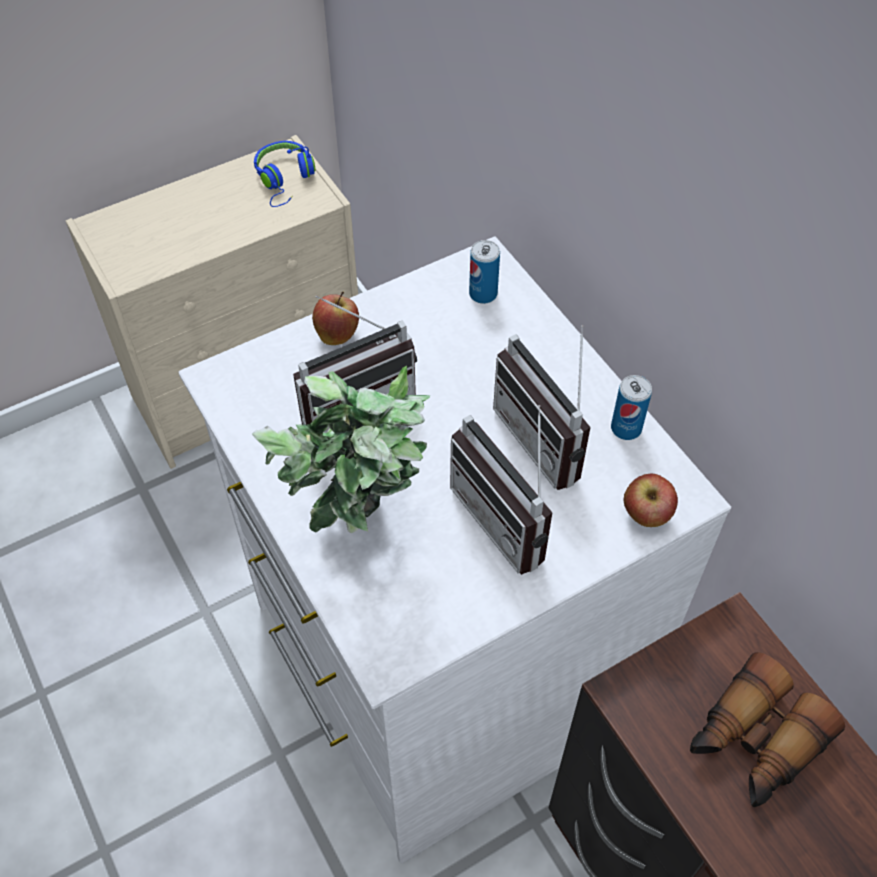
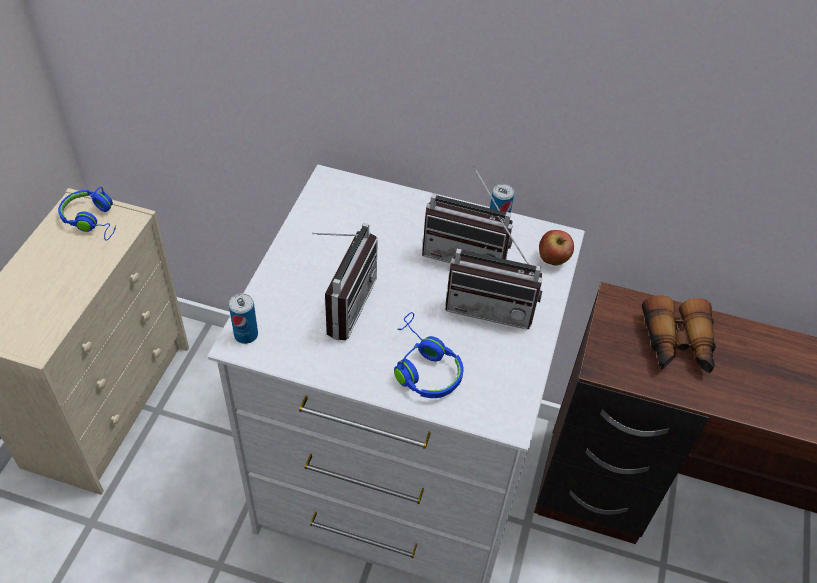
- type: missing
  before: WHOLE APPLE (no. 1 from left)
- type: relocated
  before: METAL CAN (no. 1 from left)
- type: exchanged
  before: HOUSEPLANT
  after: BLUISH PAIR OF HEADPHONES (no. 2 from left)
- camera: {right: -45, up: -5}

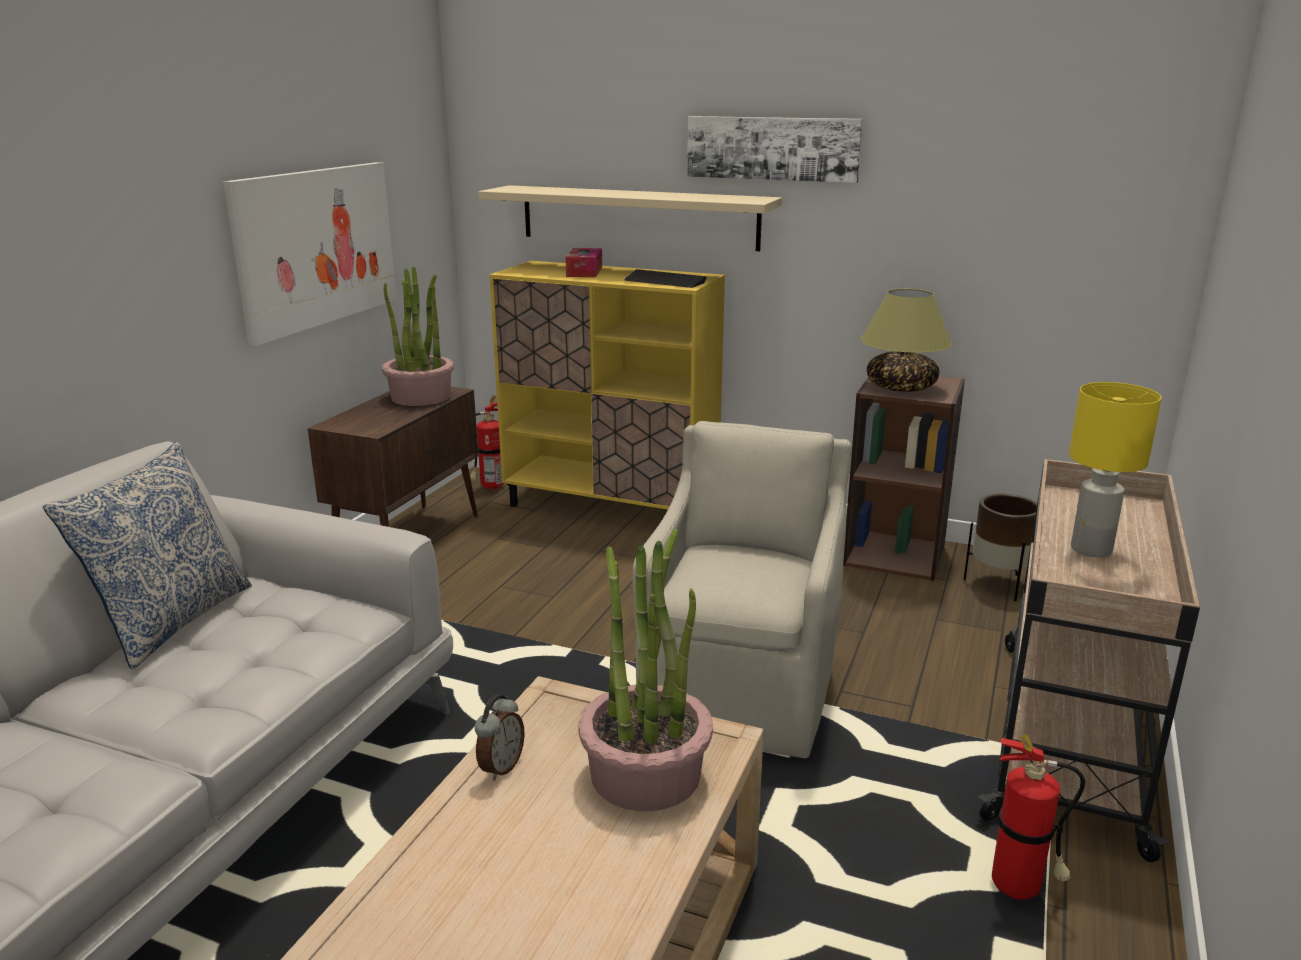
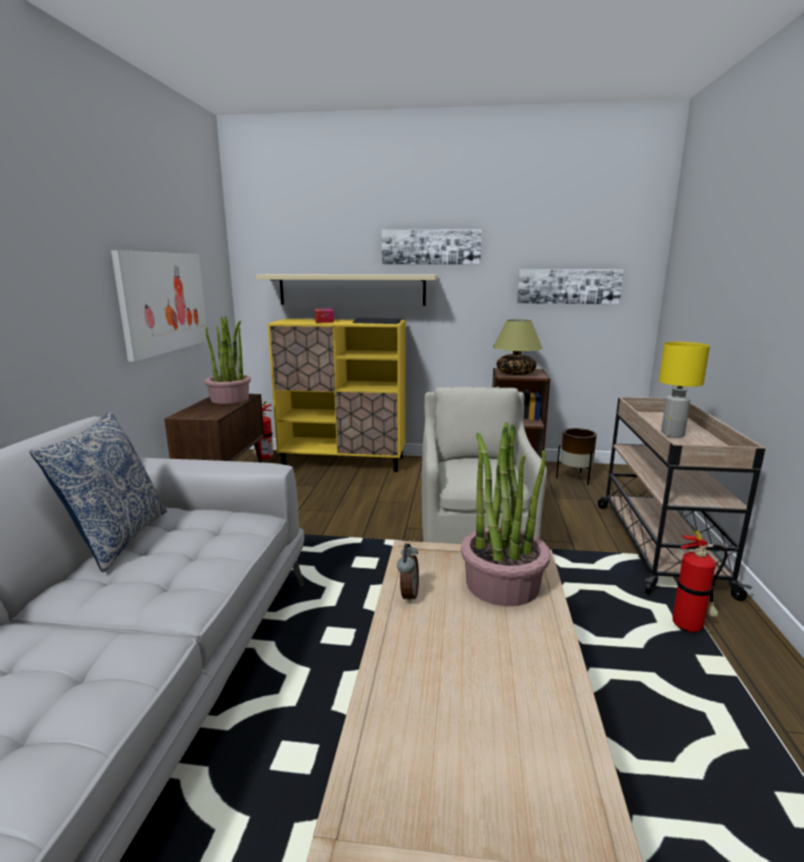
- type: appeared
  after: PICTURE (no. 3 from left)
- camera: {right: -15, up: -5}

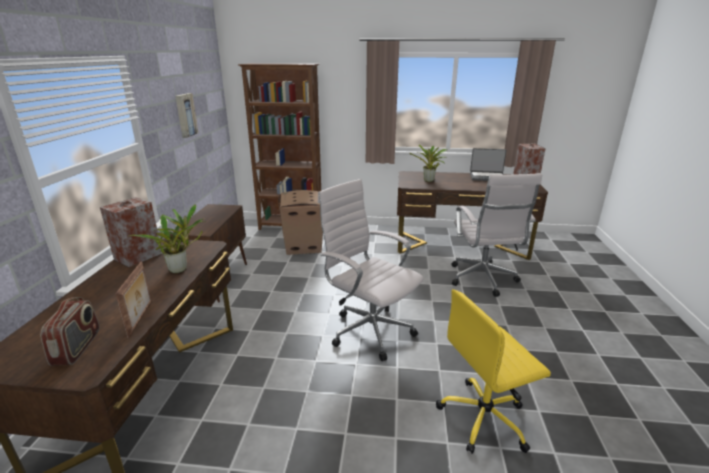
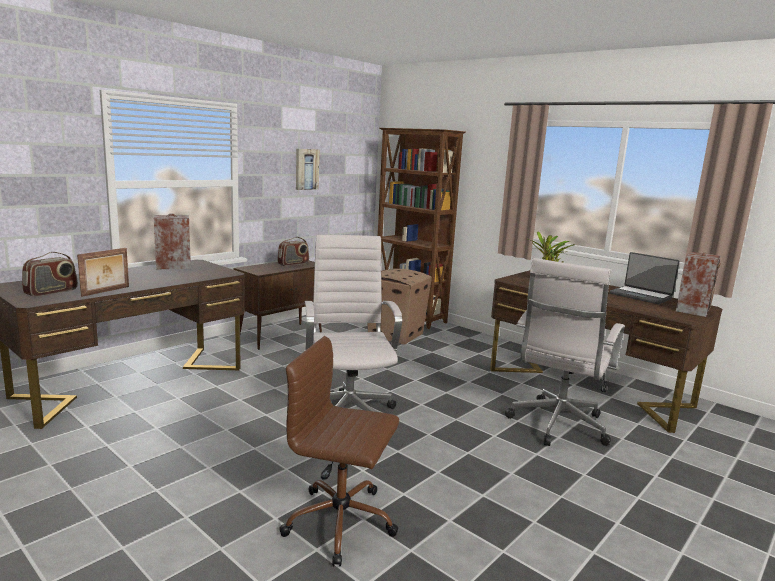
- type: missing
  before: HOUSEPLANT (no. 1 from left)
- type: appeared
  after: RADIO SET (no. 2 from left)
- type: colour
  before: YELLOW-COLOURED DESK CHAIR
  after: BROWN DESK CHAIR
- camera: {right: 35, up: -10}

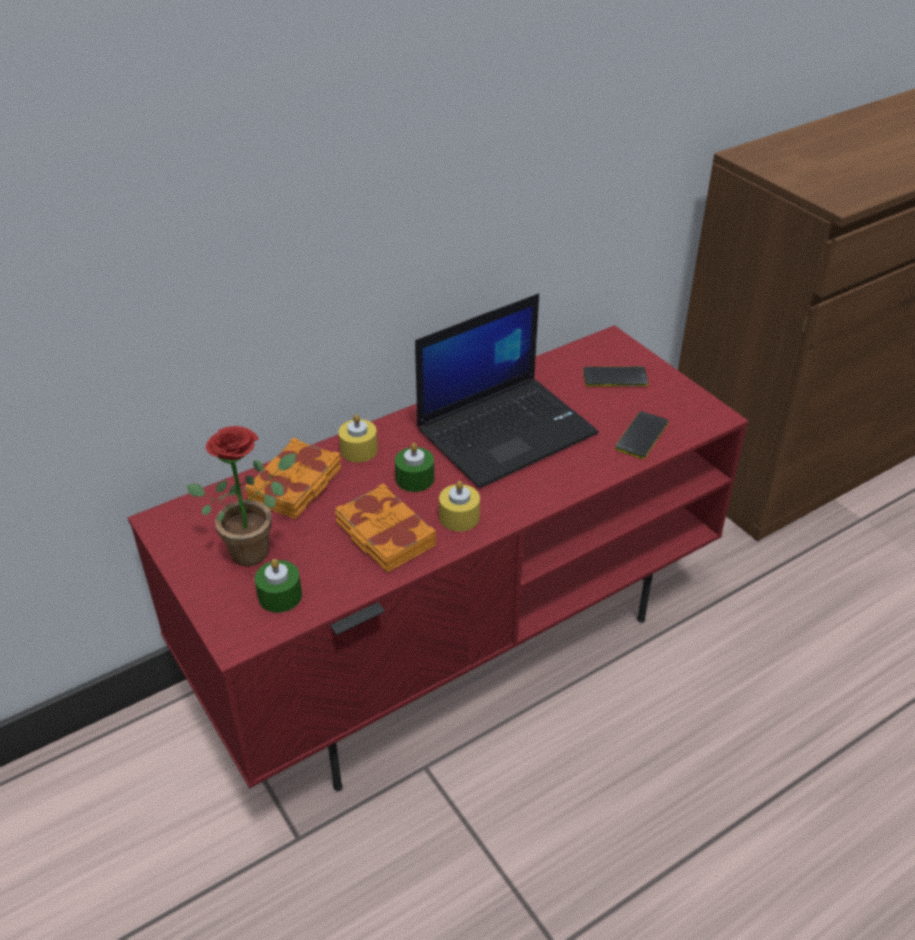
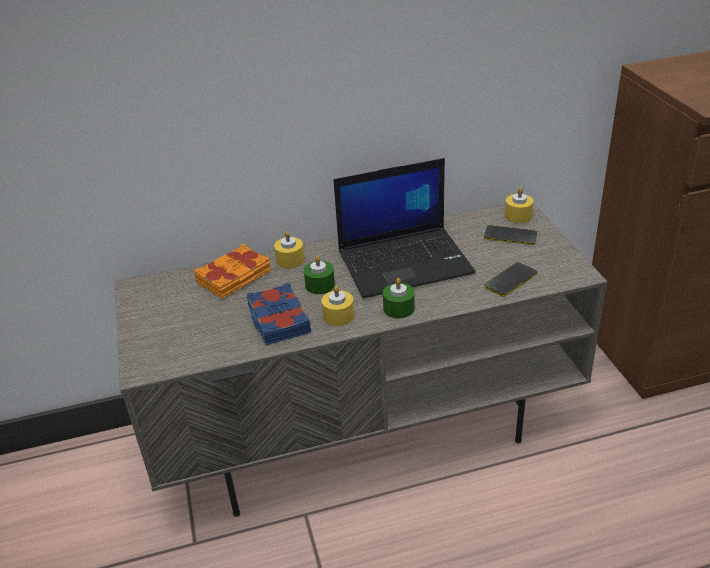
- type: missing
  before: HOUSEPLANT
- type: appeared
  after: YELLOW-COLOURED WAX LIGHT (no. 3 from left)
- type: relocated
  before: GREEN WAX LIGHT (no. 1 from left in the first image)
  after: GREEN WAX LIGHT (no. 2 from left)
- type: colour
  before: REDDISH TV STAND
  after: GREYISH TV STAND
- type: colour
  before: ORANGE VOLUME (no. 2 from left)
  after: BLUISH VOLUME
- camera: {right: 20, up: -5}

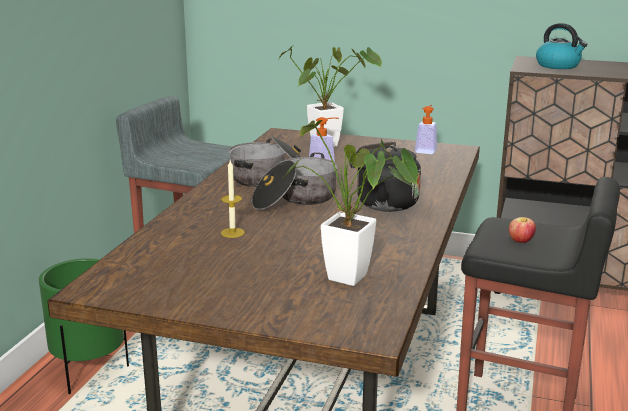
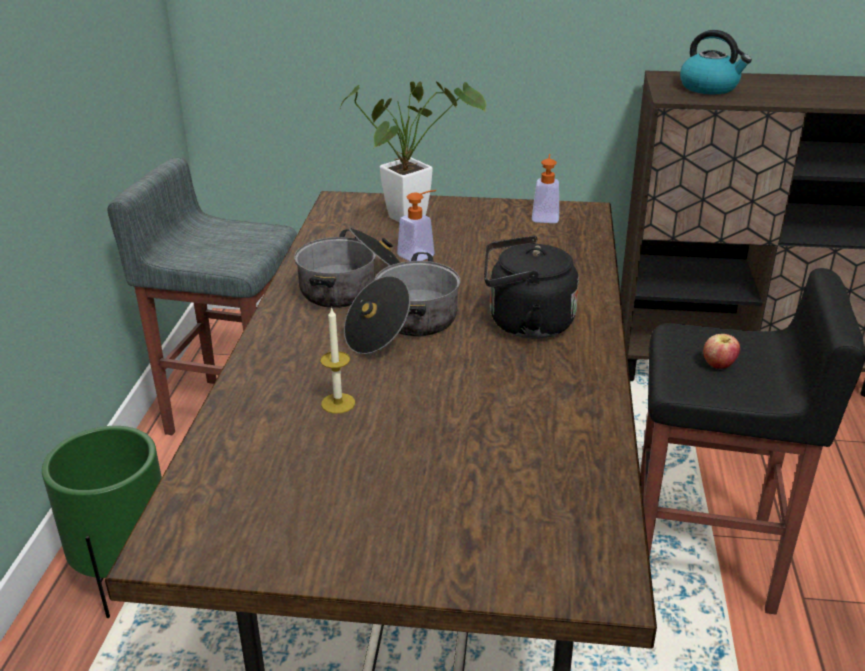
- type: missing
  before: HOUSEPLANT (no. 2 from left)
- camera: {right: -10, up: 10}

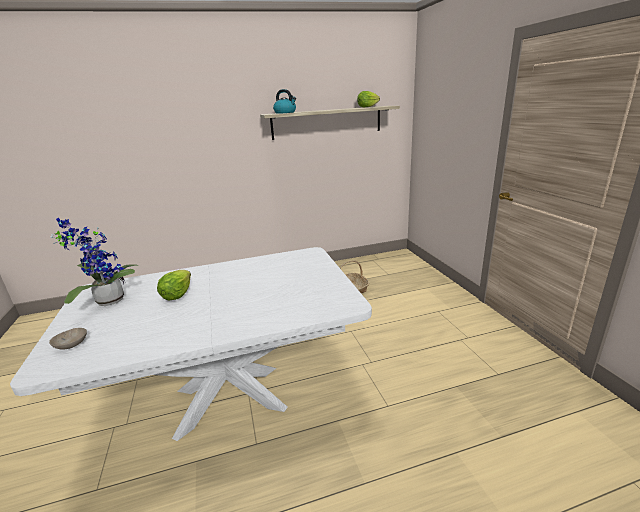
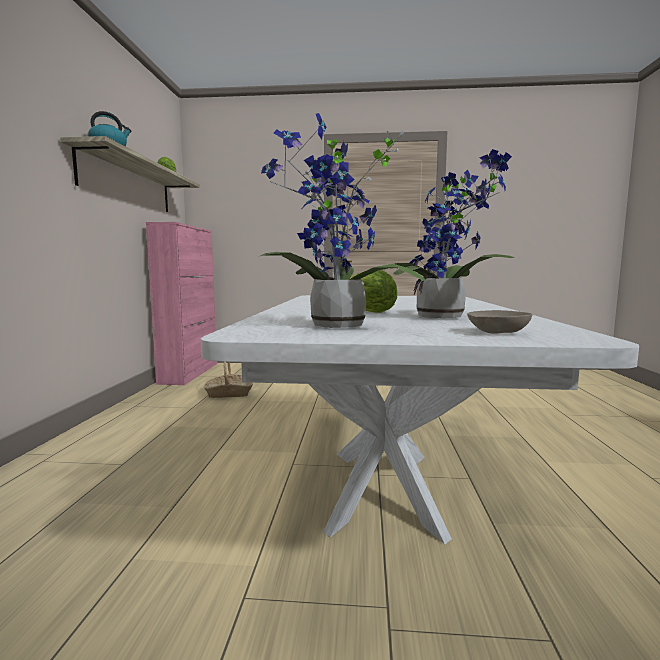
- type: appeared
  after: PINK CUPBOARD
- type: appeared
  after: HOUSEPLANT (no. 2 from left)
- camera: {right: -70, up: -15}

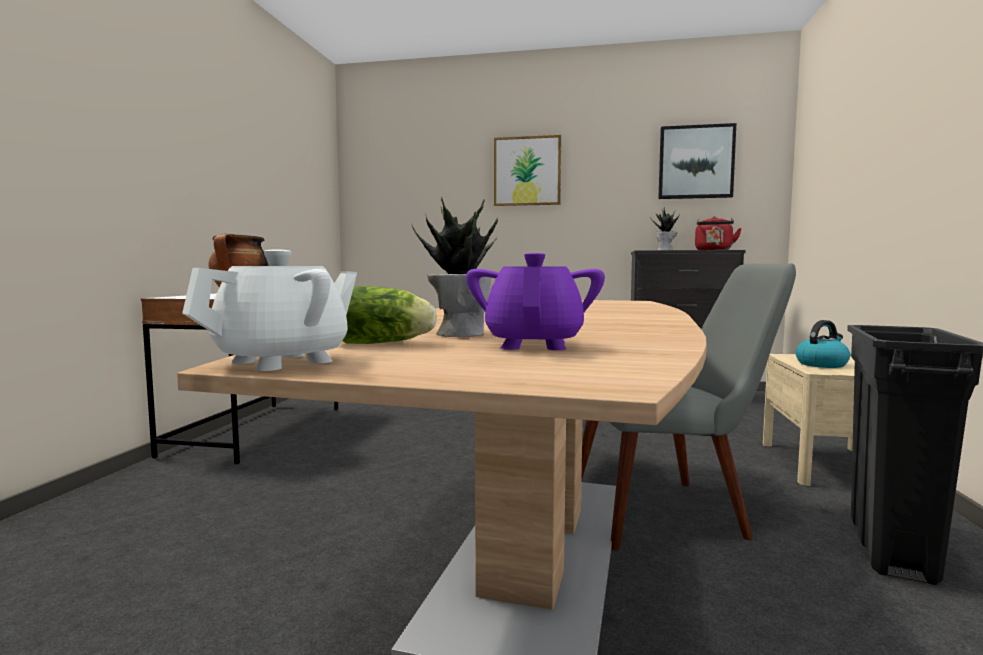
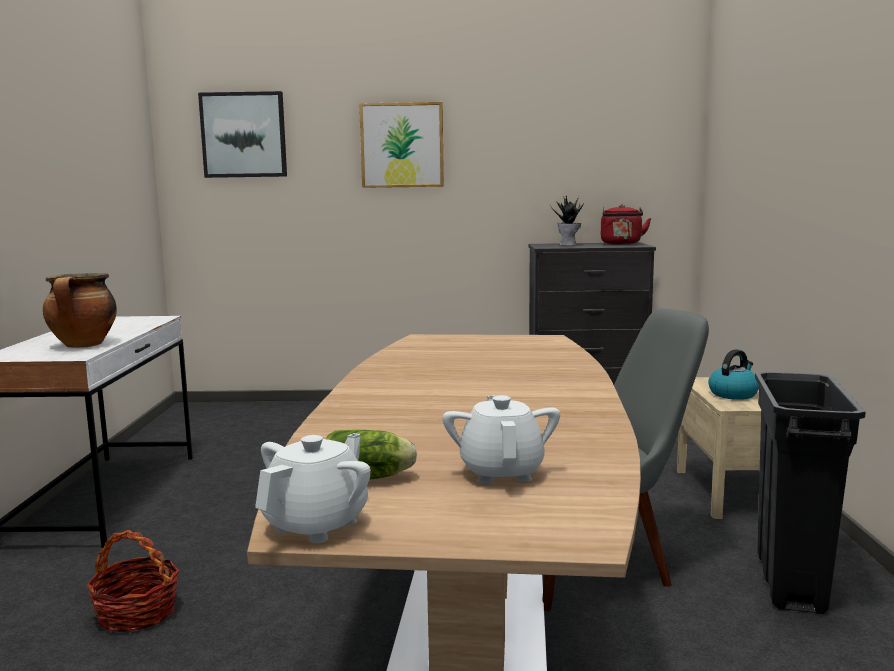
- type: missing
  before: HOUSEPLANT (no. 1 from left)
- type: appeared
  after: STORAGE BASKET
- type: relocated
  before: PICTURE (no. 2 from left in the first image)
  after: PICTURE (no. 1 from left)
- type: colour
  before: PURPLISH POT FOR TEA
  after: WHITE-COLOURED POT FOR TEA (no. 2 from left)
- camera: {right: -10, up: 5}

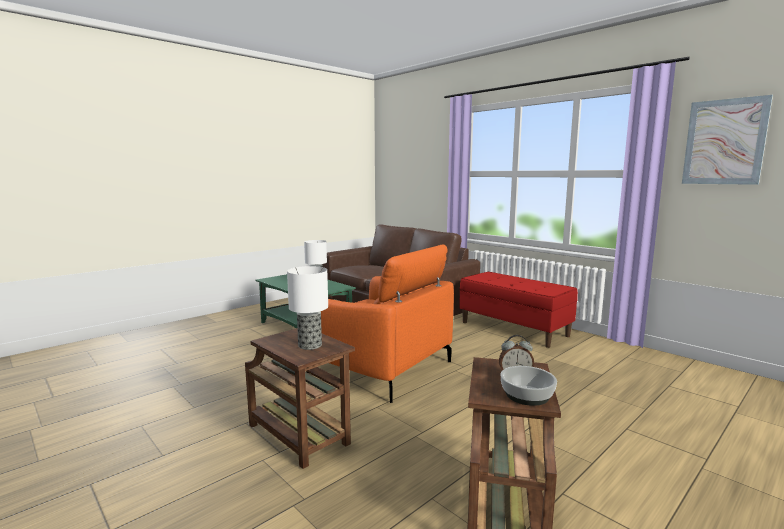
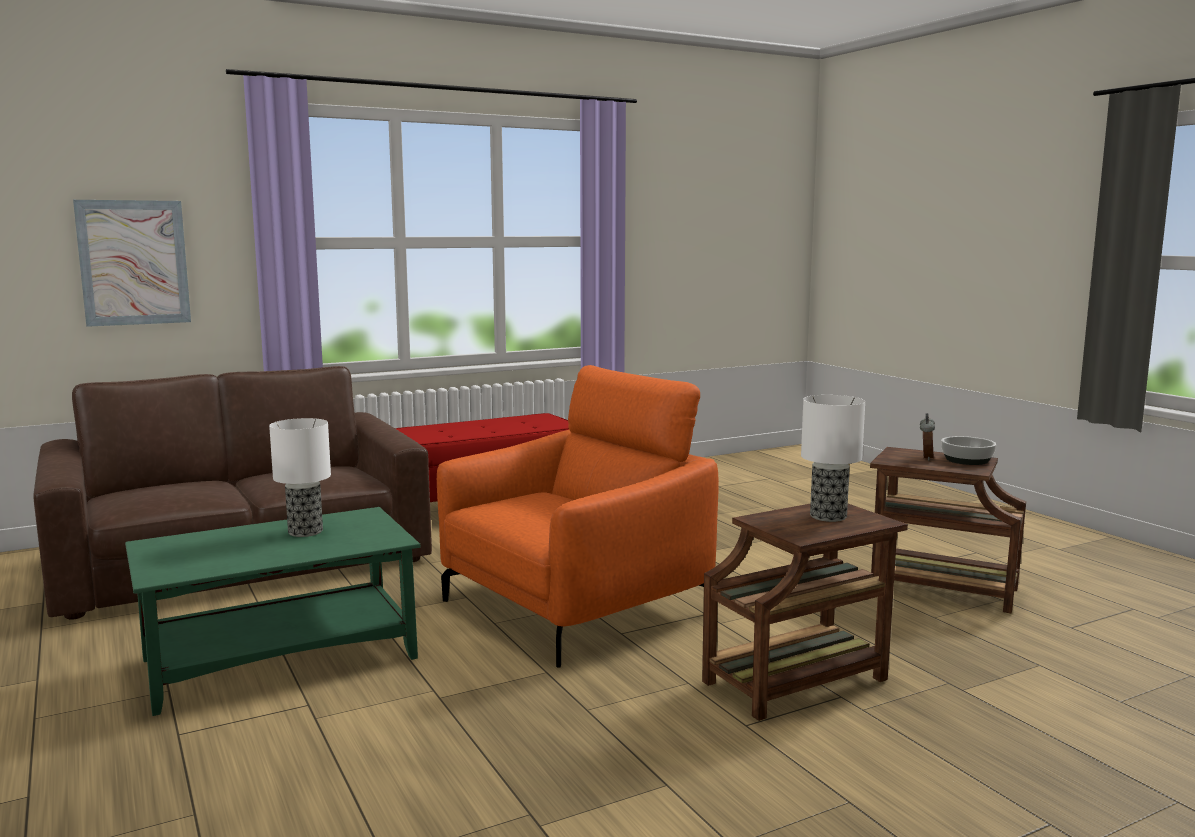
- type: relocated
  before: PICTURE
- camera: {right: -75, up: 0}

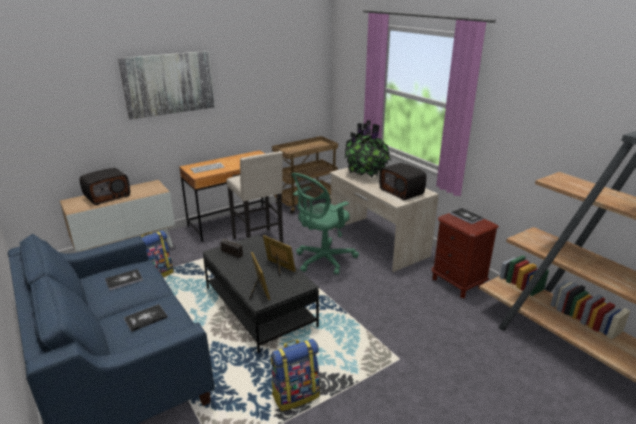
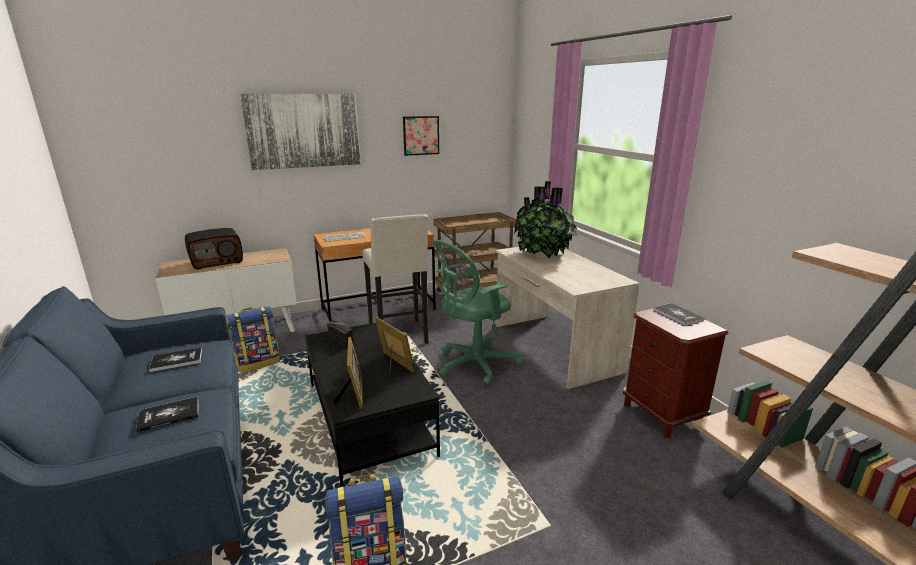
- type: missing
  before: RADIO SET (no. 3 from left)
- type: appeared
  after: PICTURE (no. 2 from left)
- camera: {right: 10, up: -5}

